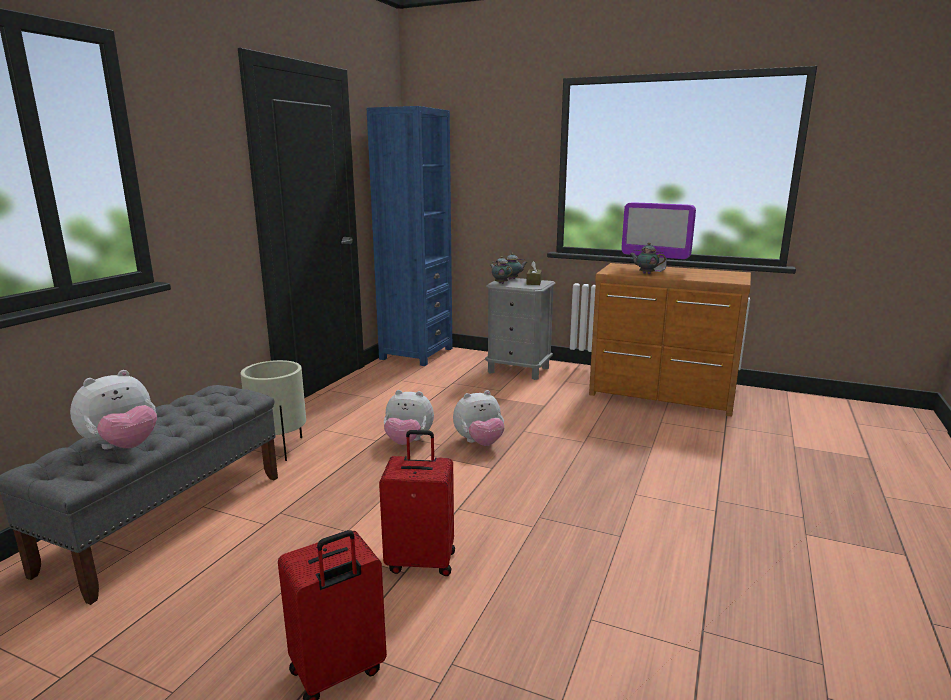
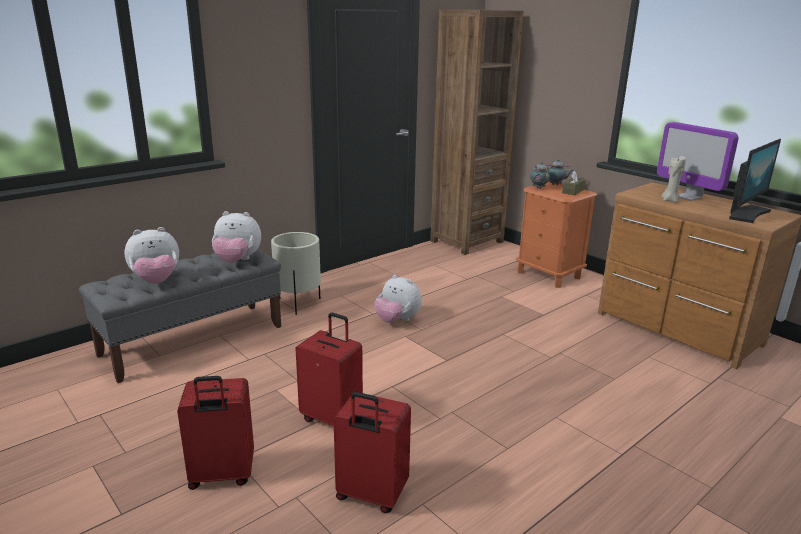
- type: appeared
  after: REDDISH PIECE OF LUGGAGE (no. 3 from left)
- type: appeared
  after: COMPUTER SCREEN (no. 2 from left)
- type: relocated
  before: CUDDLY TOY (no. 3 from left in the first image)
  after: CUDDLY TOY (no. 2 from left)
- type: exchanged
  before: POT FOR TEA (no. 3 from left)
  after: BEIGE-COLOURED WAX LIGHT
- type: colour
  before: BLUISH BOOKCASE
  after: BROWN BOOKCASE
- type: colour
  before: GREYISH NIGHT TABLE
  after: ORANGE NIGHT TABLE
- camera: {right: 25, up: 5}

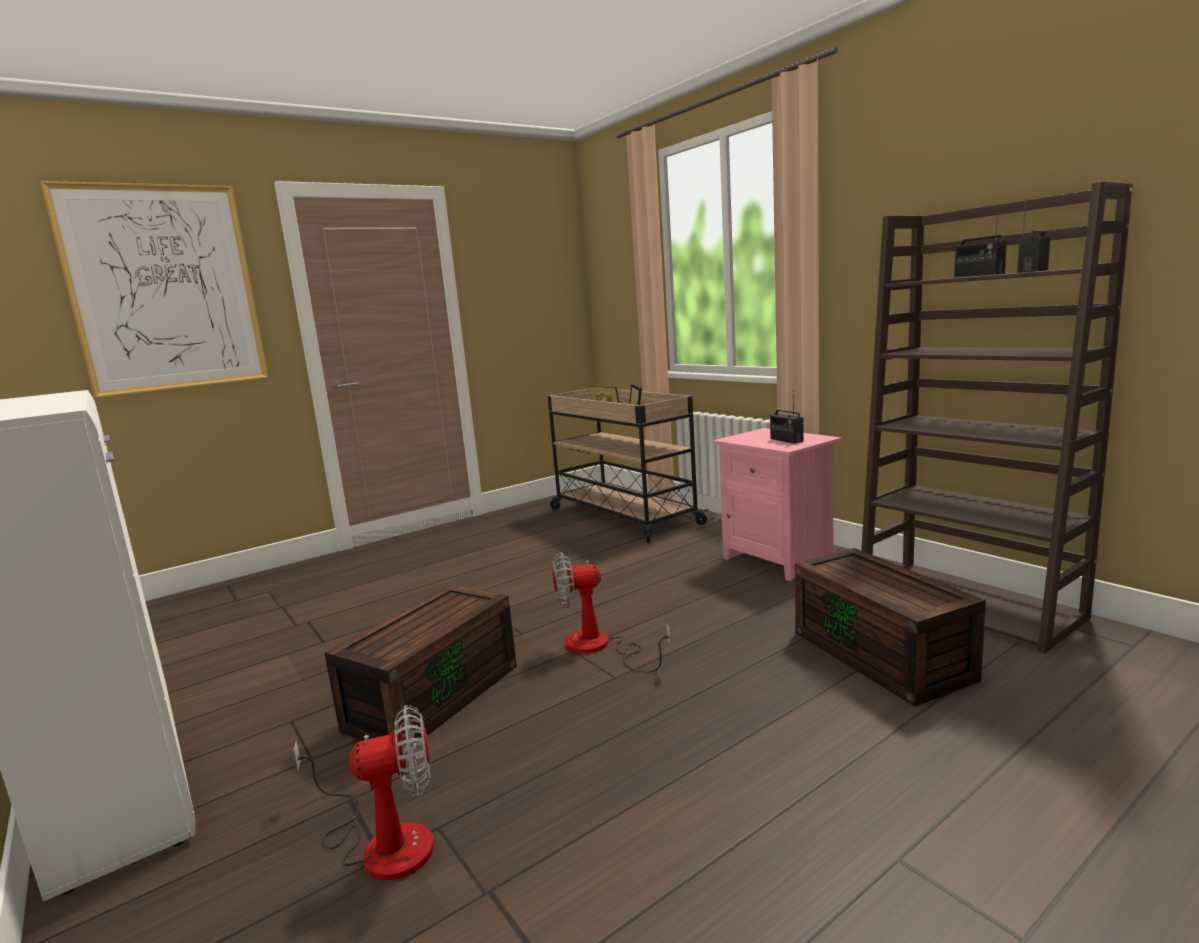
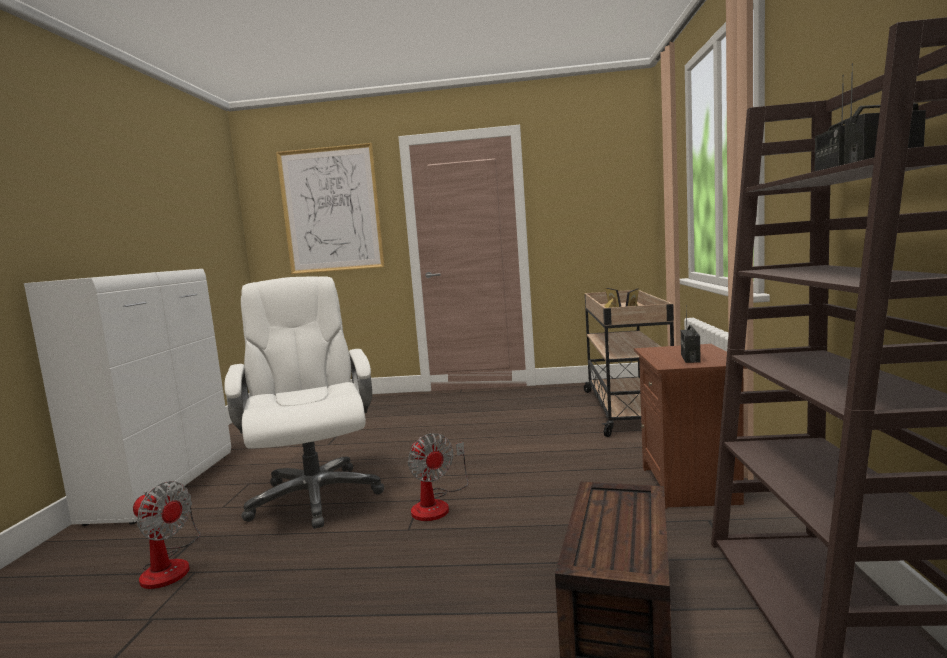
- type: exchanged
  before: BROWN STORAGE BOX (no. 1 from left)
  after: WHITE-COLOURED DESK CHAIR
- type: colour
  before: PINK NIGHT TABLE
  after: BROWN NIGHT TABLE
- type: spun
  before: FAN (no. 2 from left)
  turn: -150
- camera: {right: 40, up: -5}

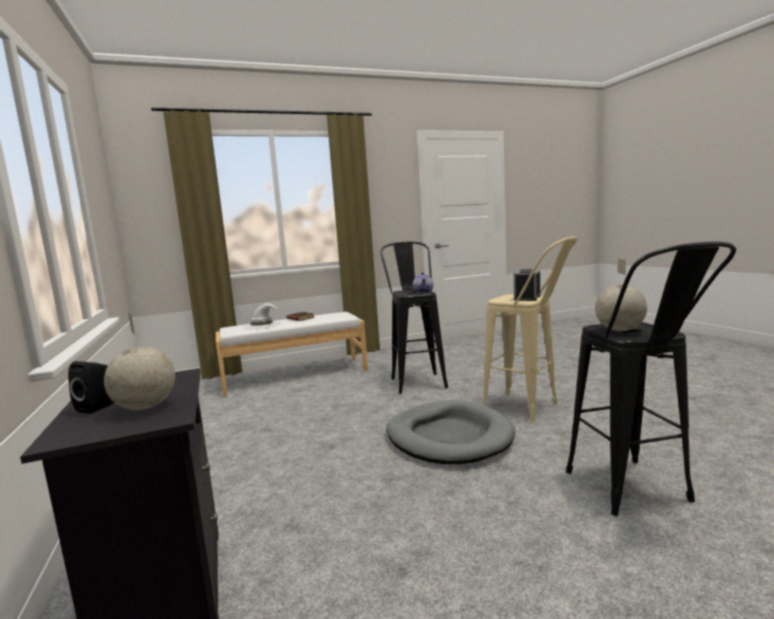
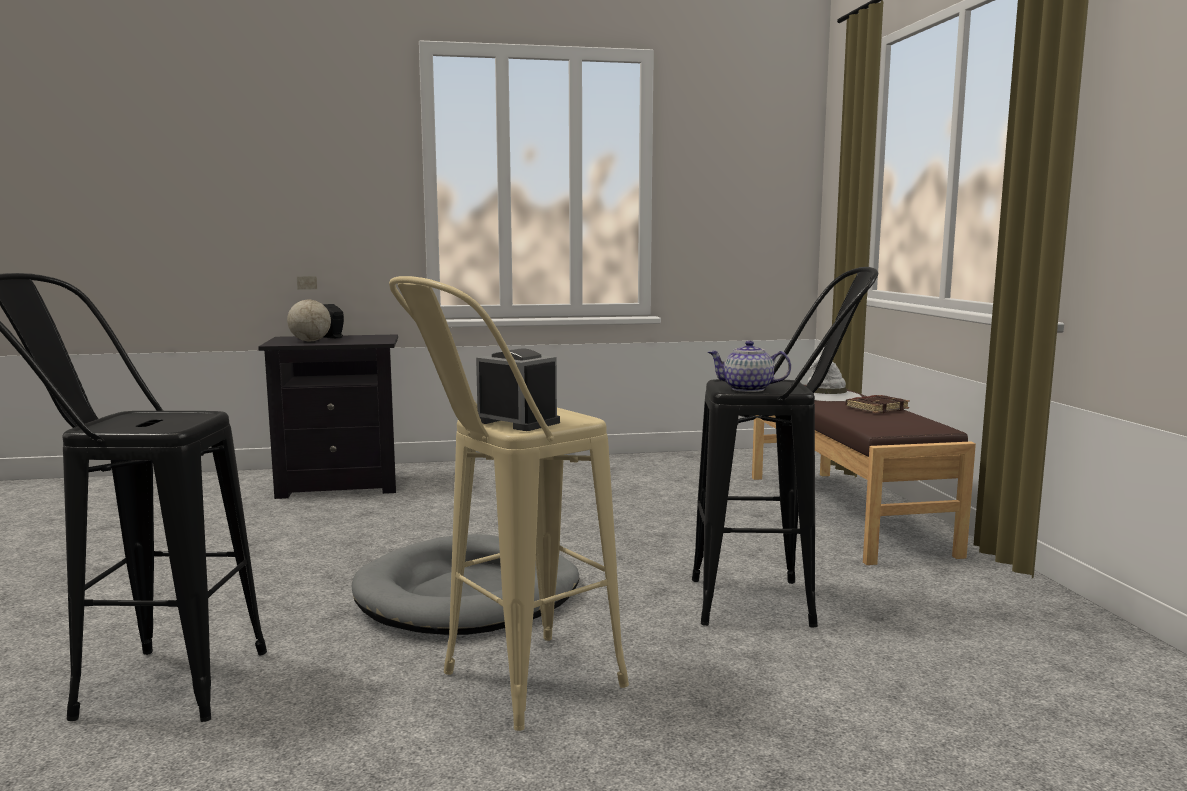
- type: missing
  before: DESK GLOBE (no. 2 from left)
- type: colour
  before: WHITE-COLOURED LONG SEAT
  after: BROWN LONG SEAT
- camera: {right: 100, up: 0}

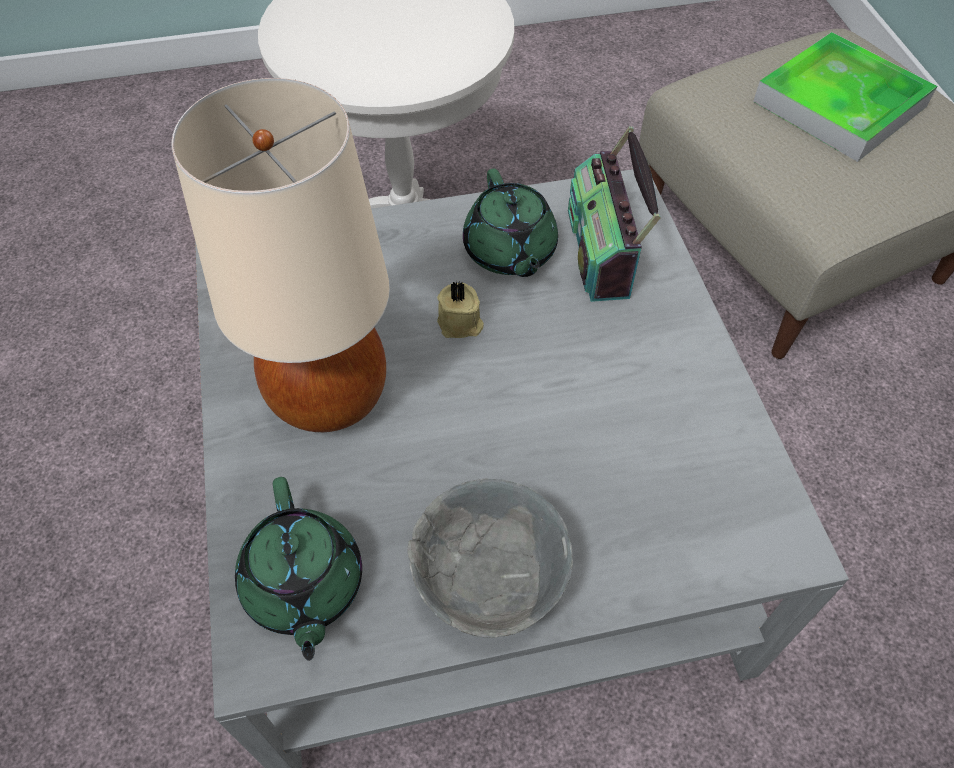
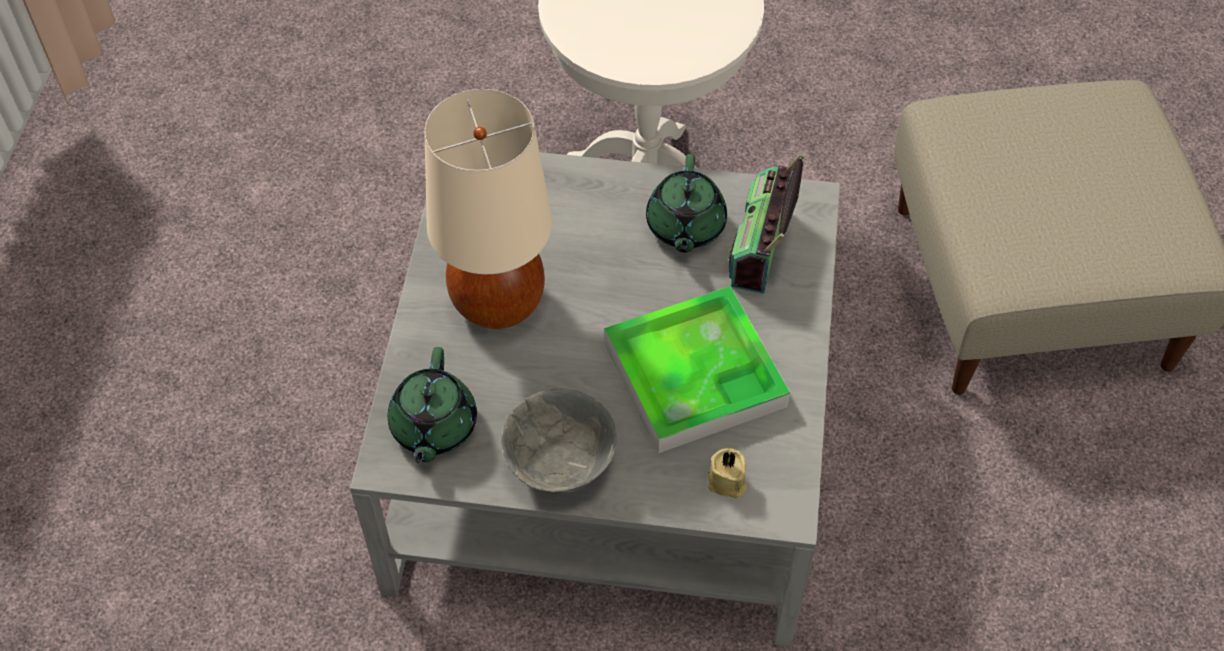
- type: relocated
  before: BEIGE-COLOURED WAX LIGHT
- type: relocated
  before: SERVING TRAY
- camera: {right: 20, up: 0}

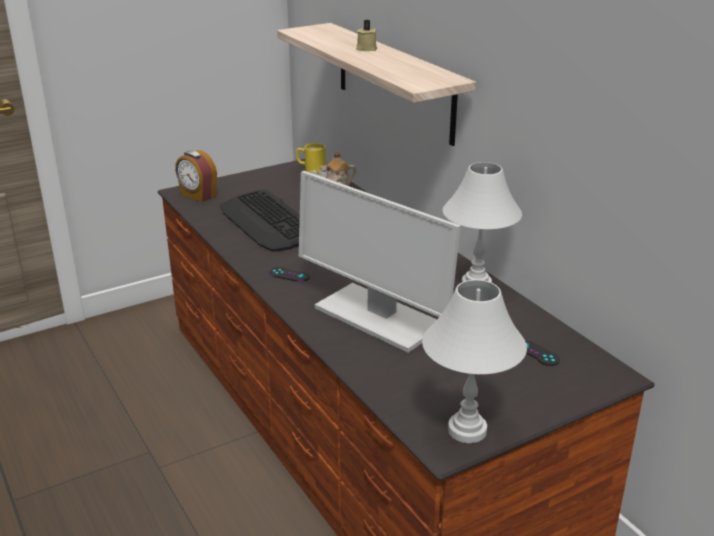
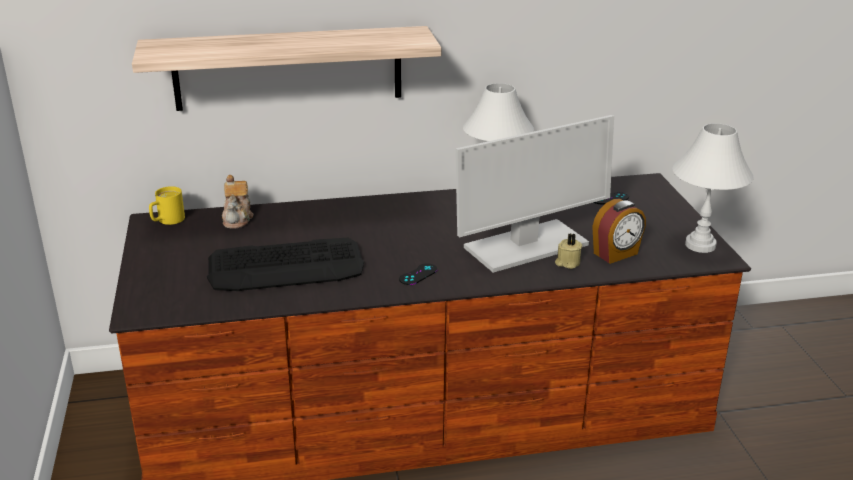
- type: relocated
  before: BEDSIDE CLOCK
- type: relocated
  before: BEIGE-COLOURED WAX LIGHT
- camera: {right: -70, up: 0}

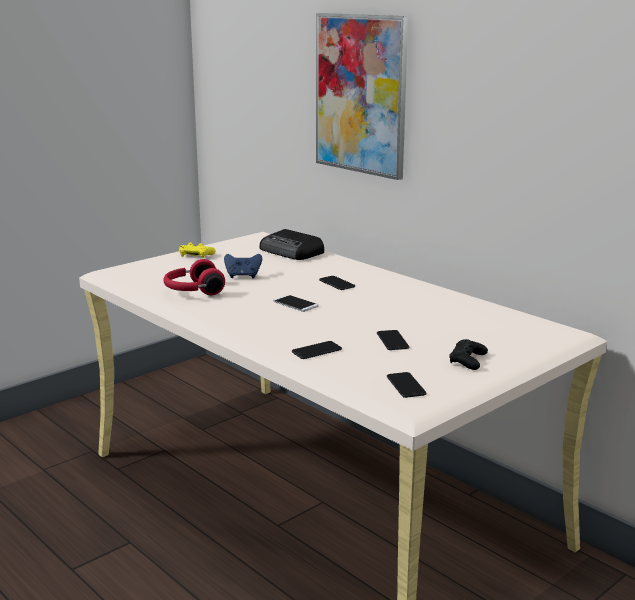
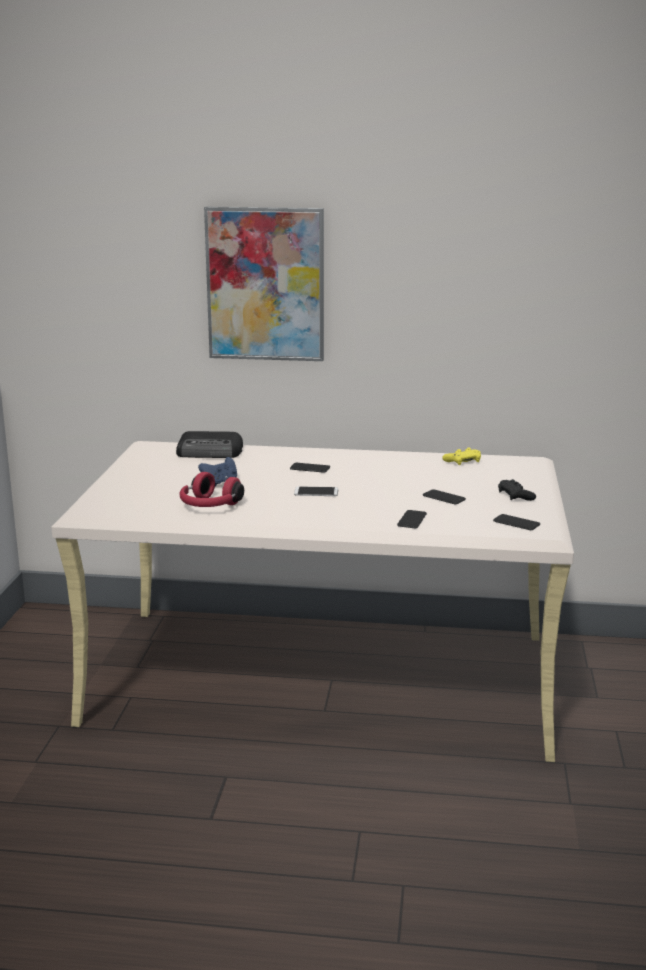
- type: relocated
  before: YELLOW-COLOURED GAME CONTROLLER
- camera: {right: -40, up: 0}

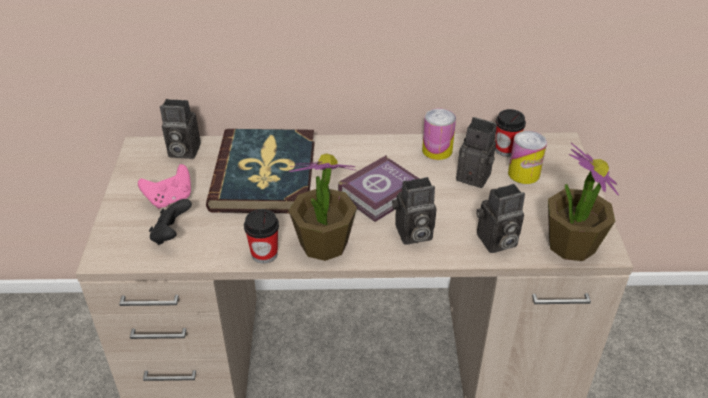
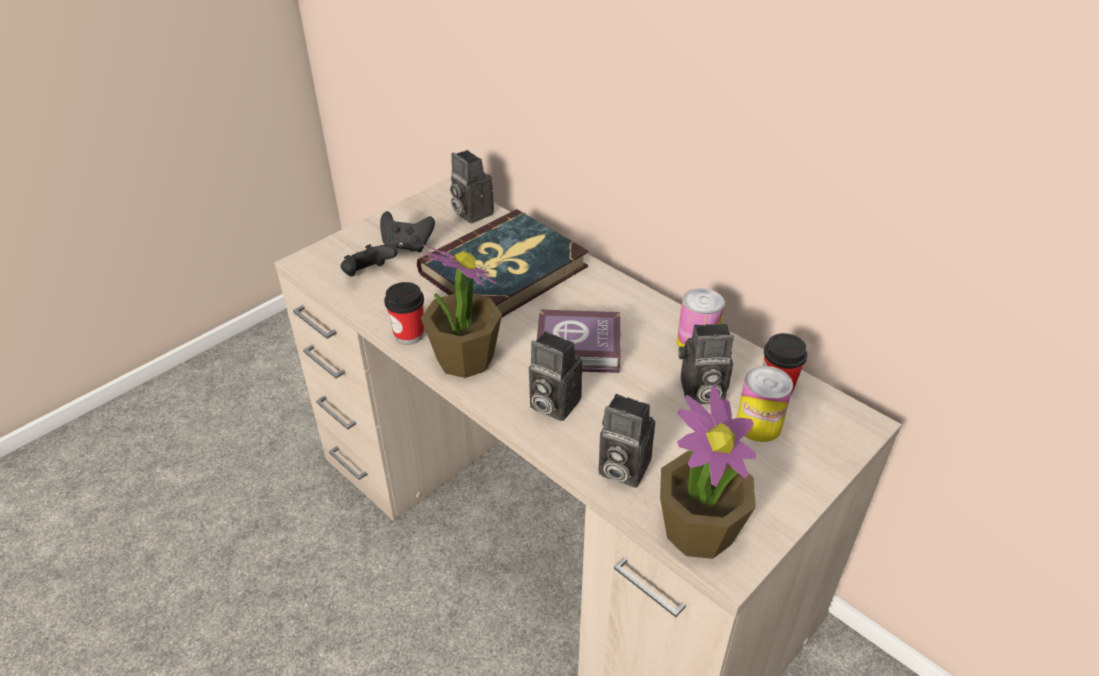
- type: colour
  before: PINK GAME CONTROLLER
  after: BLACK-COLOURED GAME CONTROLLER (no. 2 from left)
- type: spun
  before: PHOTO CAMERA (no. 3 from left in the first image)
  turn: 105
- camera: {right: 45, up: 0}

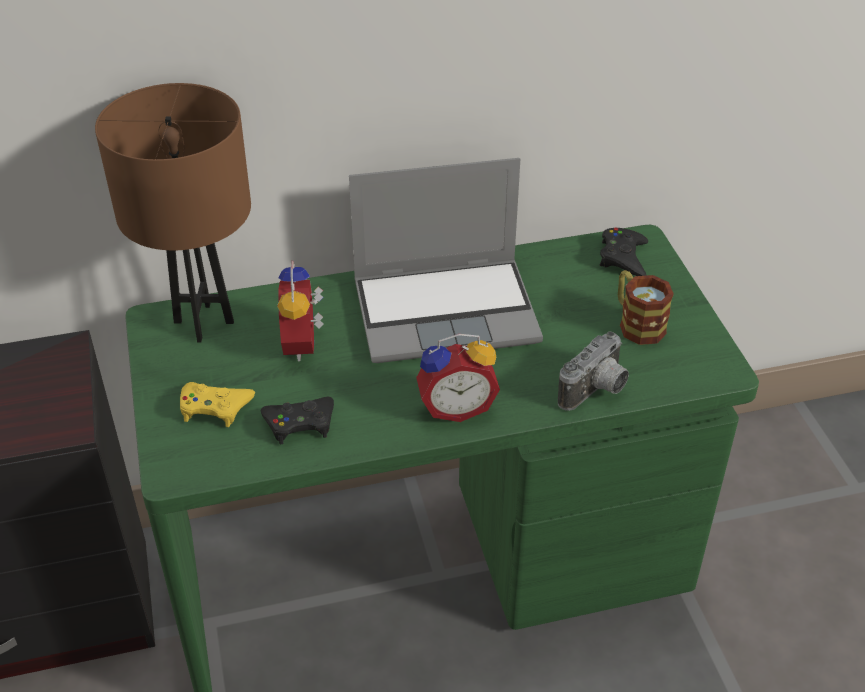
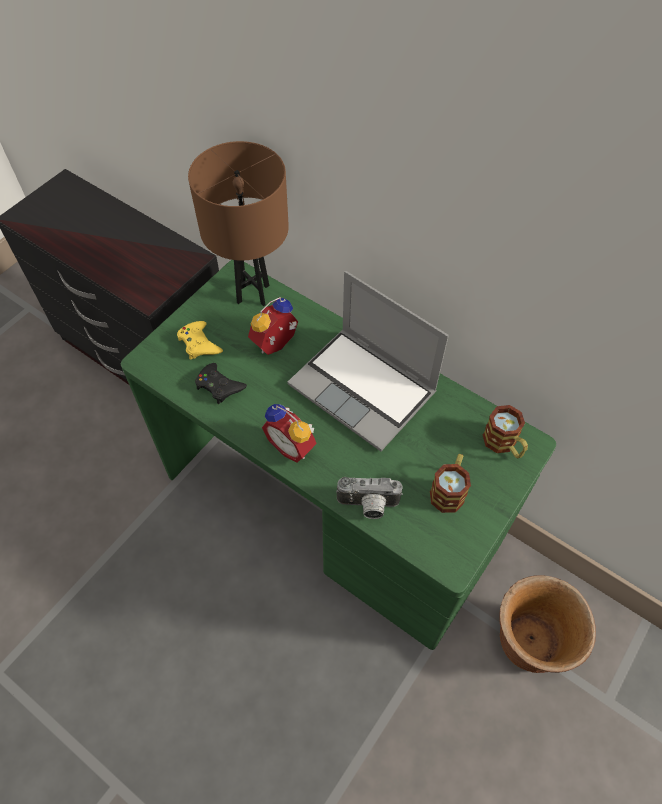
- type: appeared
  after: BROWN PLANT POT
- type: exchanged
  before: BLACK-COLOURED GAME CONTROLLER (no. 2 from left)
  after: TEA MUG (no. 2 from left)
- camera: {right: 50, up: 15}

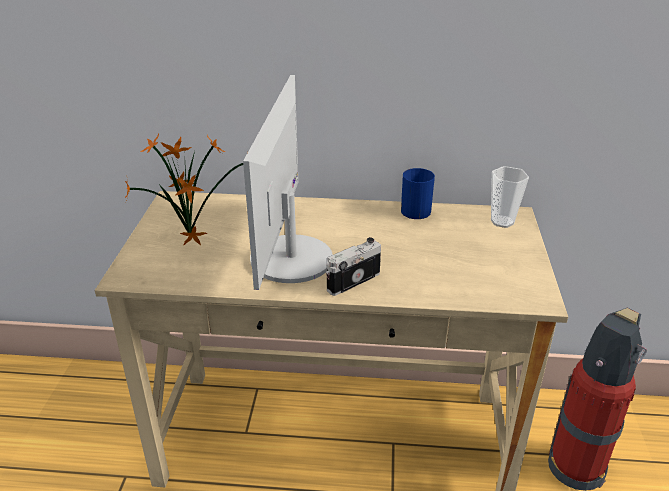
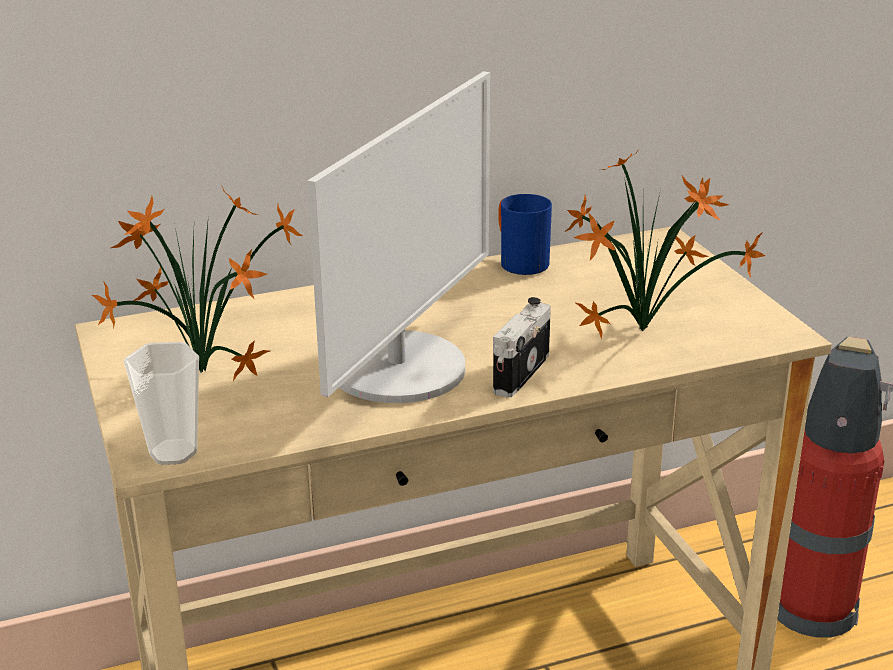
- type: appeared
  after: HOUSEPLANT (no. 2 from left)
- type: relocated
  before: CUP
- type: spun
  before: COMPUTER SCREEN
  turn: -135
- camera: {right: -25, up: -5}

